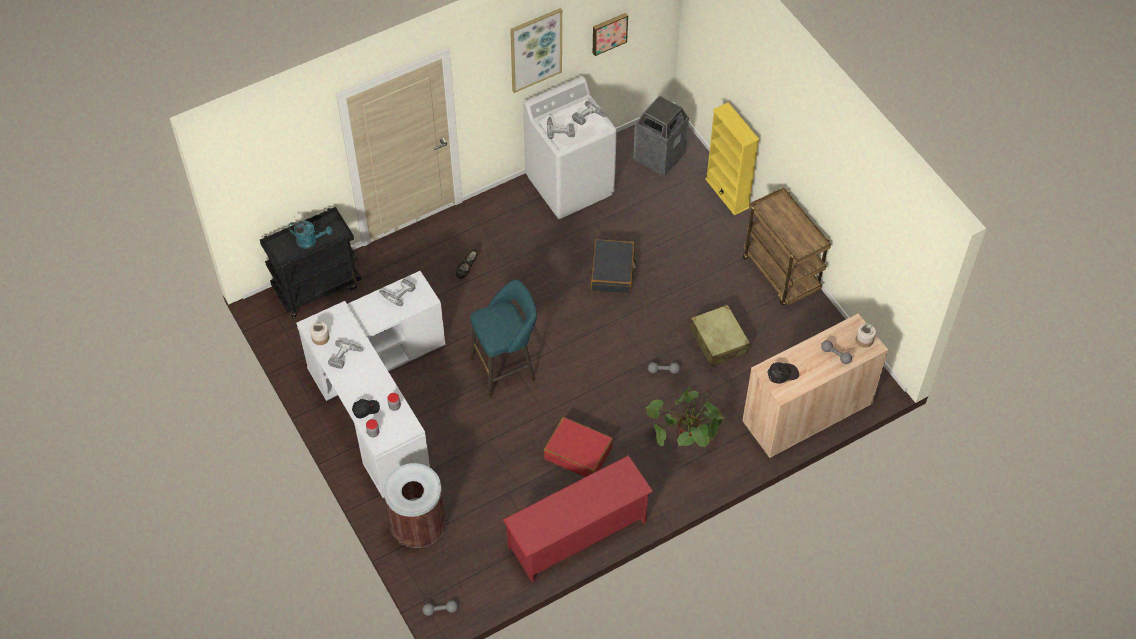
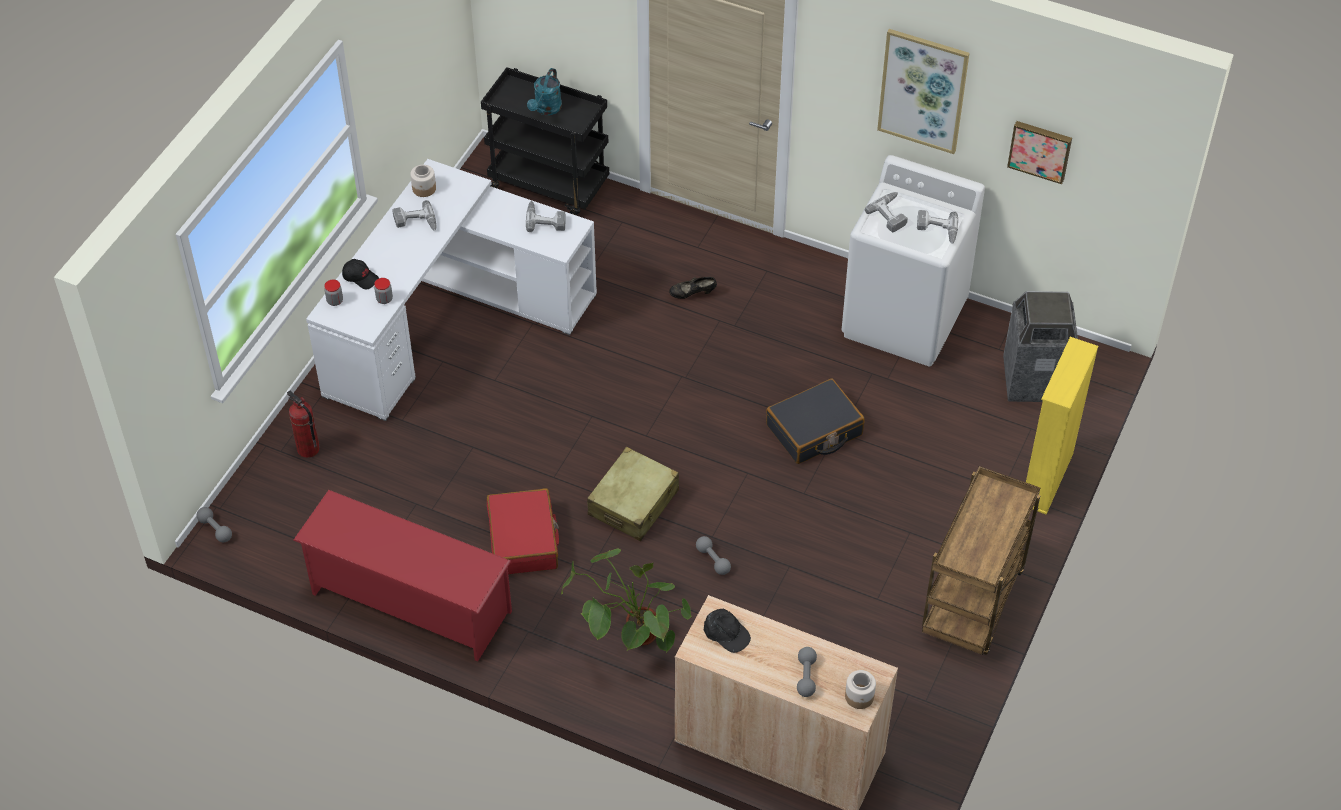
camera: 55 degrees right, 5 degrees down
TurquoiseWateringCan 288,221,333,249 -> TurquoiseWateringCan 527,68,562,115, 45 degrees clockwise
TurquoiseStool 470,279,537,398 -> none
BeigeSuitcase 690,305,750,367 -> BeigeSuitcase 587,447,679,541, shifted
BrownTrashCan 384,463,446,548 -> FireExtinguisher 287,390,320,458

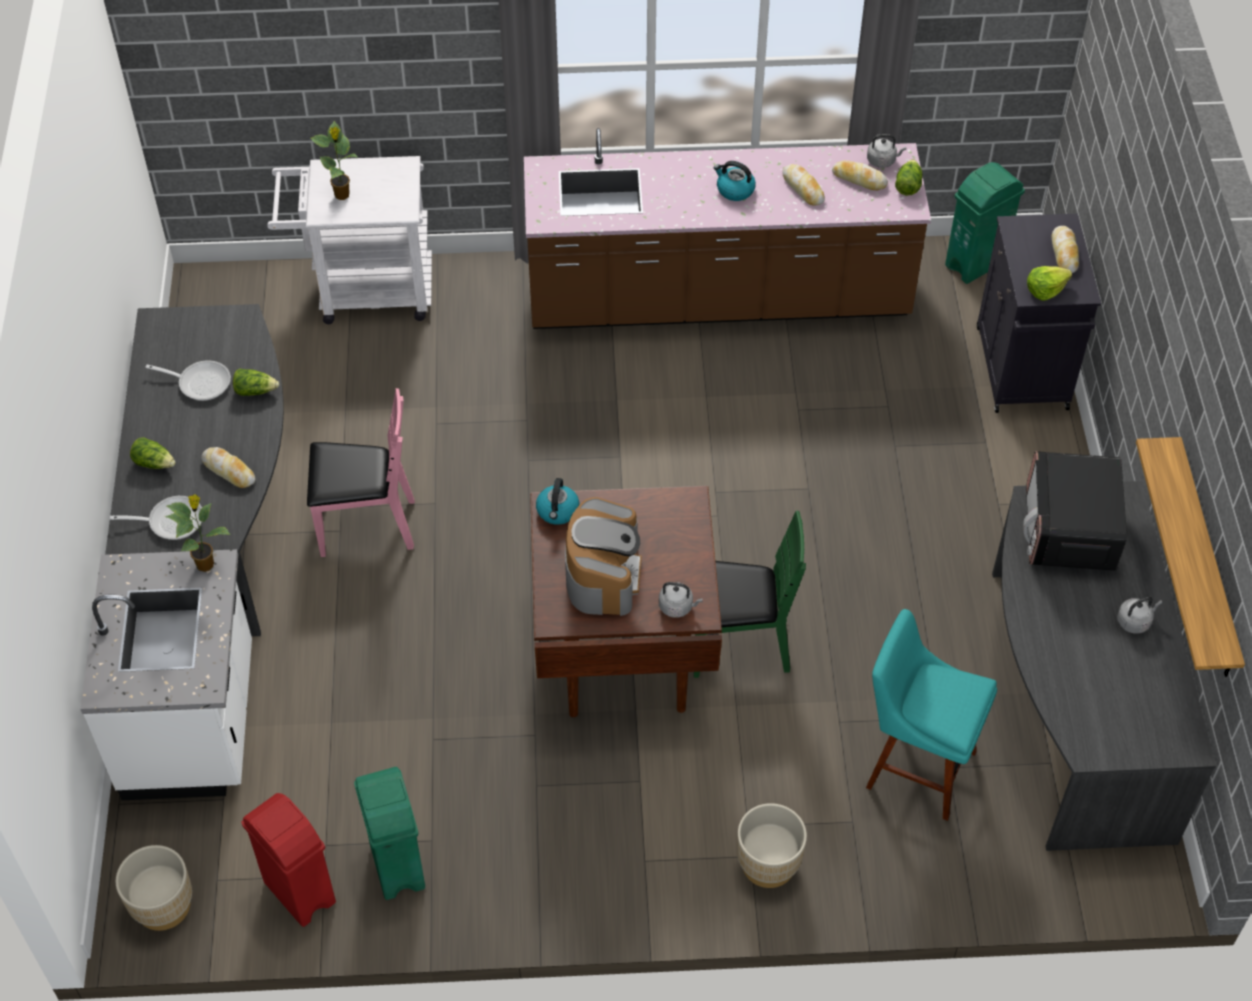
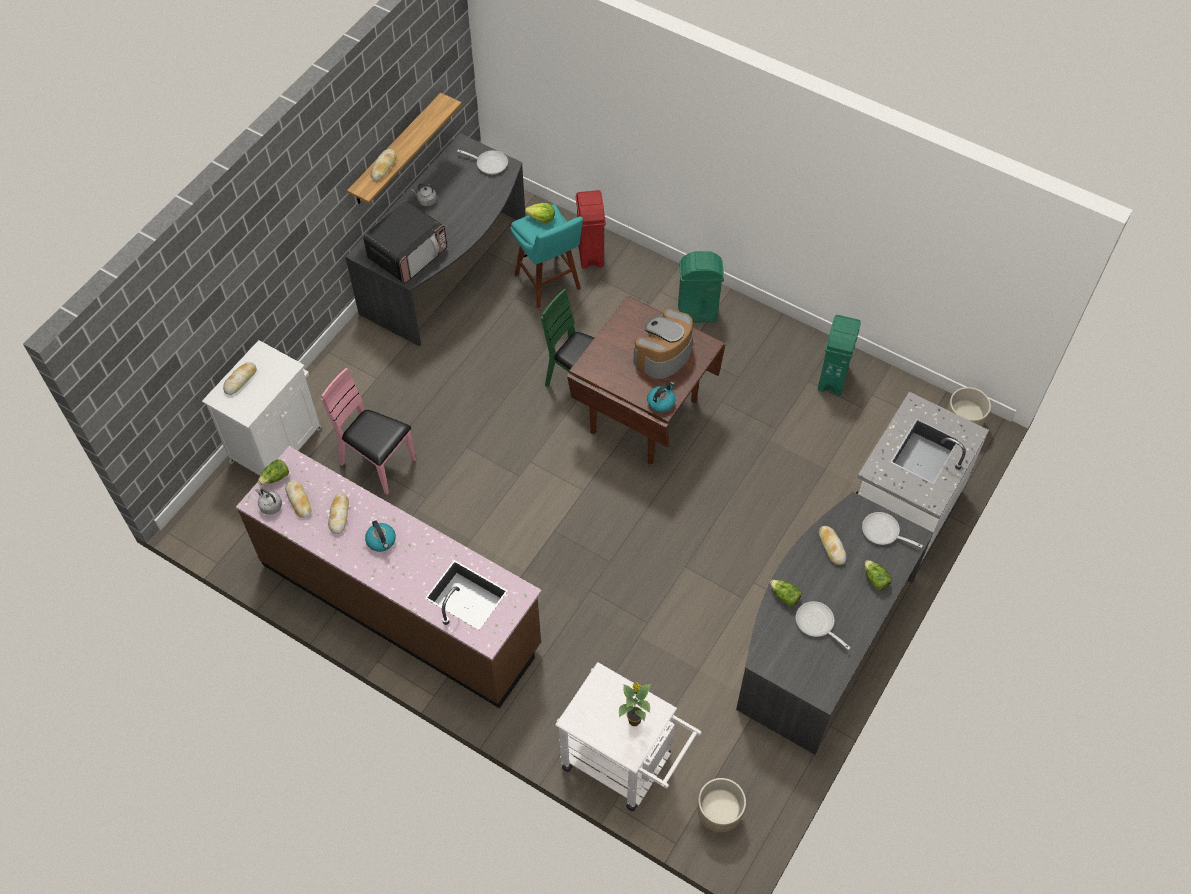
camera: 145 degrees left, 5 degrees up
GreenTrashCan 945,162,1025,284 -> GreenTrashCan 678,251,724,323, shifted
BlackCabinet 977,214,1101,413 -> WhiteCabinet 202,340,322,476
Lettuce 1027,266,1072,301 -> Lettuce 525,203,555,223, shifted
PinkChair 307,388,415,557 -> PinkChair 321,368,416,494, shifted
PottedPlant 165,494,231,572 -> none
GreyKettle 659,582,703,618 -> none
RedTrashCan 241,793,336,927 -> RedTrashCan 576,190,606,269, shifted
BeigePlanter 737,803,807,888 -> BeigePlanter 698,778,746,833, shifted
none -> Bread 370,149,396,181
none -> FryingPan 457,150,508,175

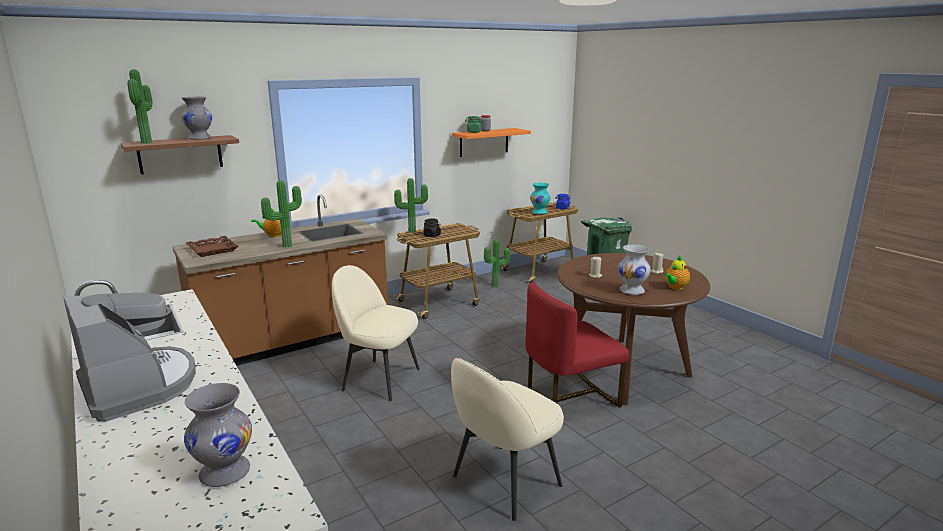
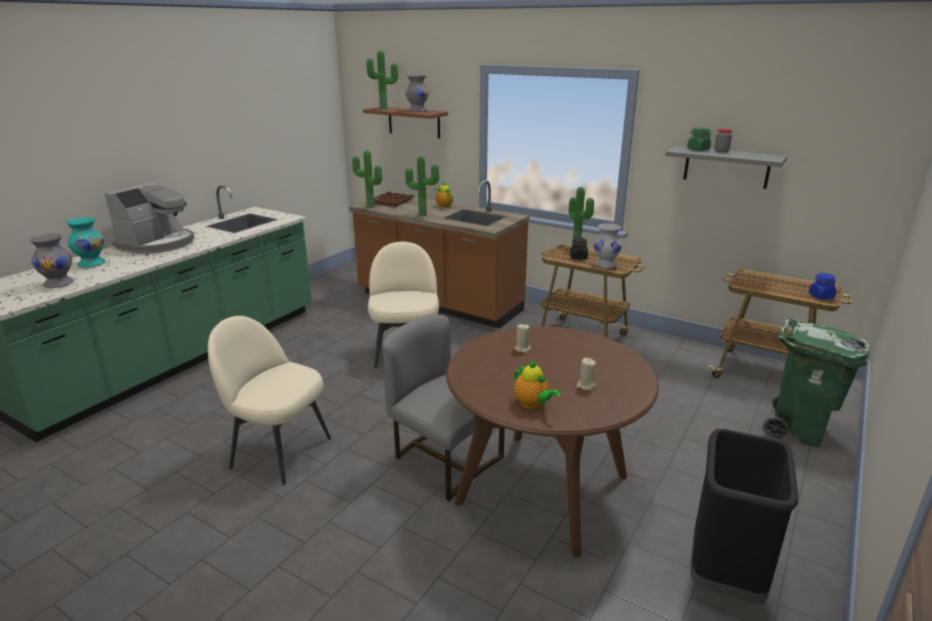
camera: 65 degrees right, 5 degrees up
OrangeShelf 452,128,531,157 -> GreyShelf 665,146,787,189
TurquoiseVase 530,183,551,214 -> TurquoiseVase 66,217,105,268, shifted
PottedPlant 484,239,510,287 -> PottedPlant 352,150,382,209, shifted
WhiteVase 618,244,651,295 -> WhiteVase 593,223,622,268, shifted
Teapot 665,255,690,290 -> Teapot 514,360,561,409, 150 degrees counterclockwise
RedChair 525,282,629,408 -> GreyChair 383,315,505,501
none -> BlackTrashCan 691,429,798,604

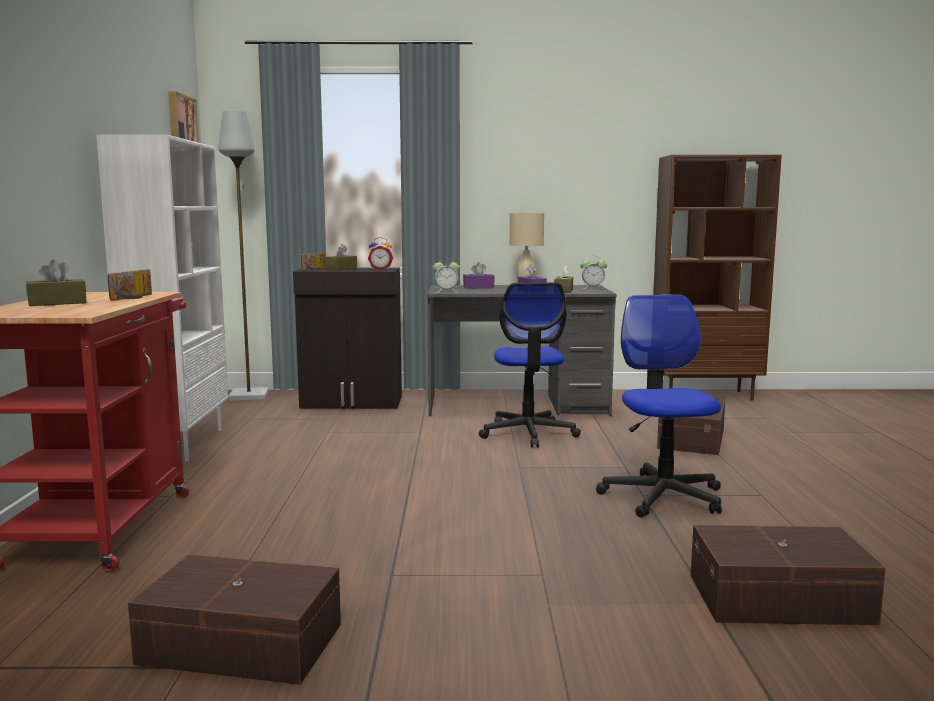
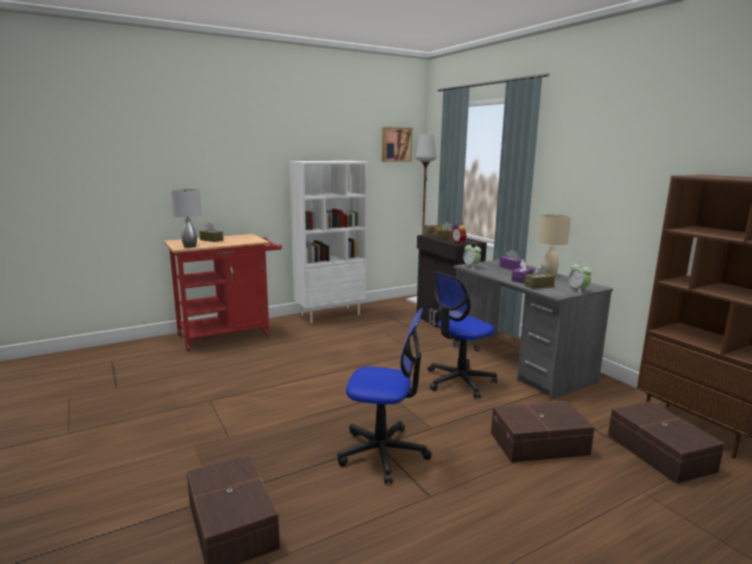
camera: 60 degrees right, 5 degrees up
Radio 107,269,152,301 -> none
OfficeChair 596,295,722,517 -> OfficeChair 337,308,432,484, 45 degrees clockwise
BrownStorageBox 128,554,341,685 -> BrownStorageBox 608,401,725,484, shifted
none -> GreyTableLamp 171,189,201,248

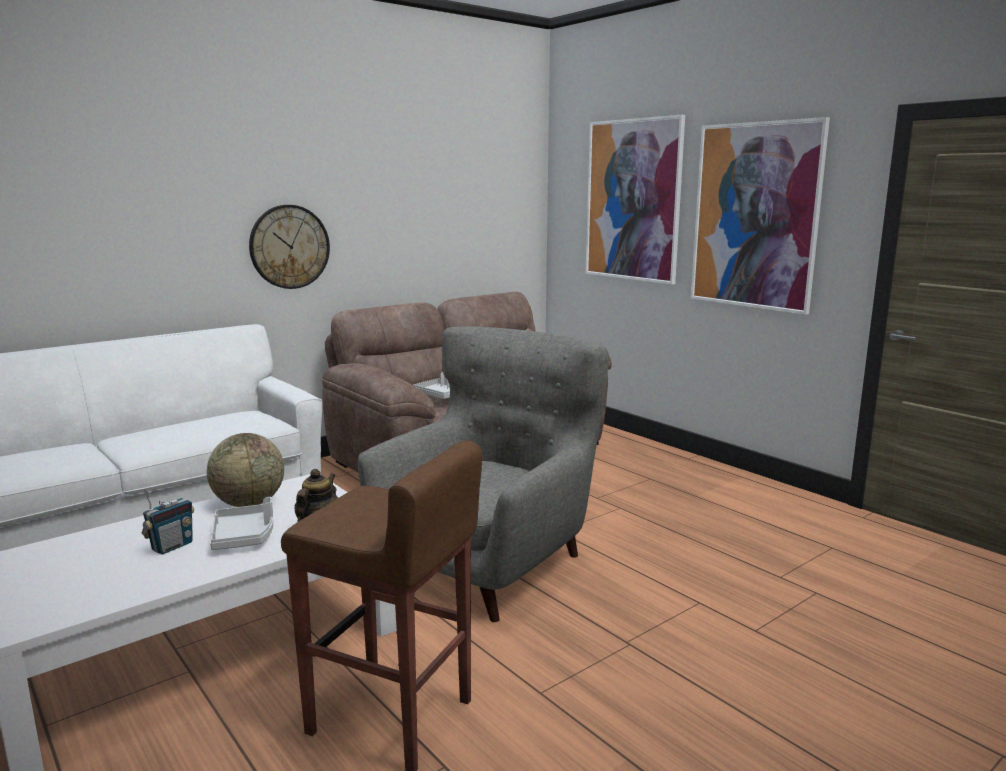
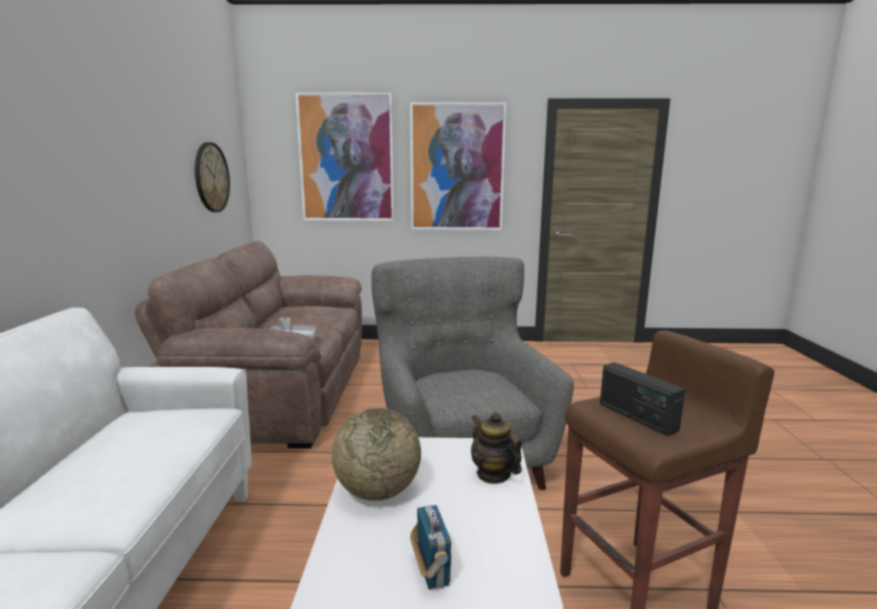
camera: 50 degrees left, 0 degrees up
WallClock 249,205,330,289 -> WallClock 195,142,230,212, shifted
GreyTray 210,497,273,550 -> none
none -> Radio 600,362,685,436

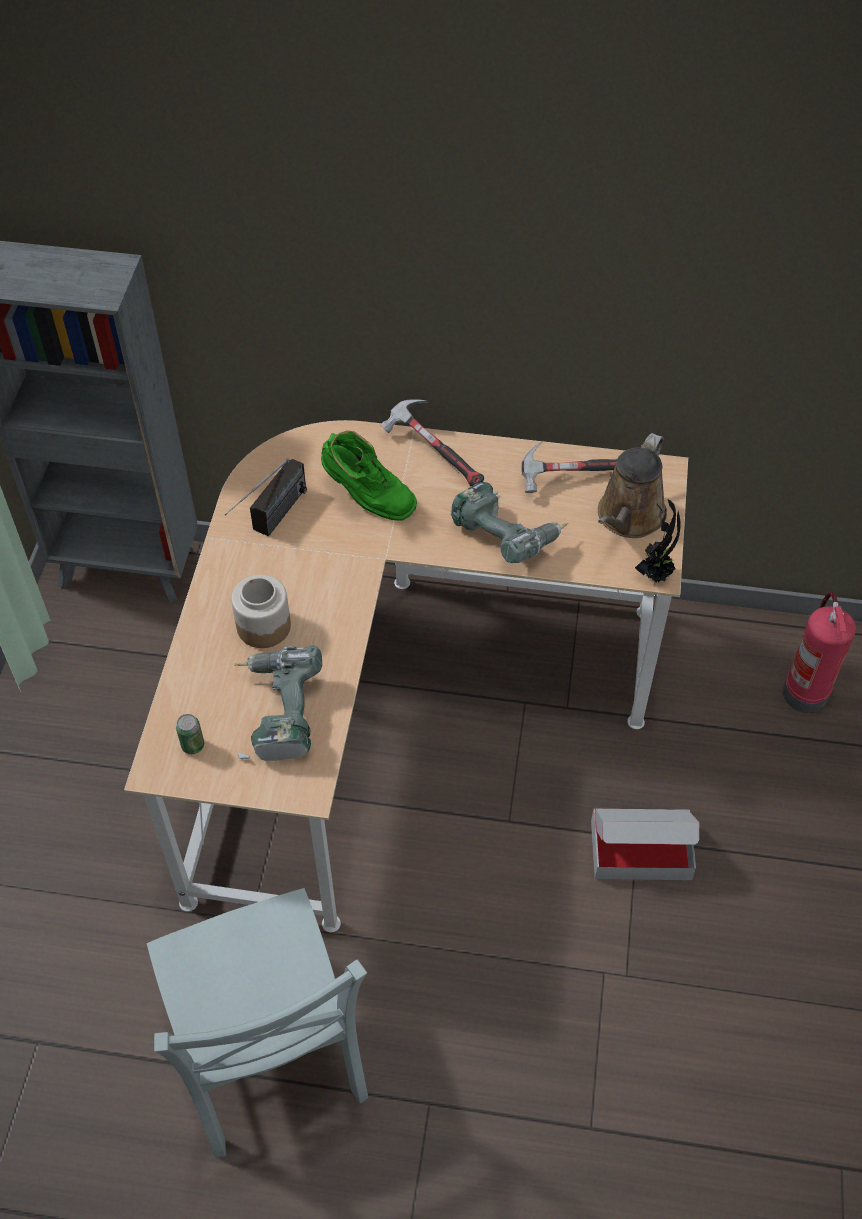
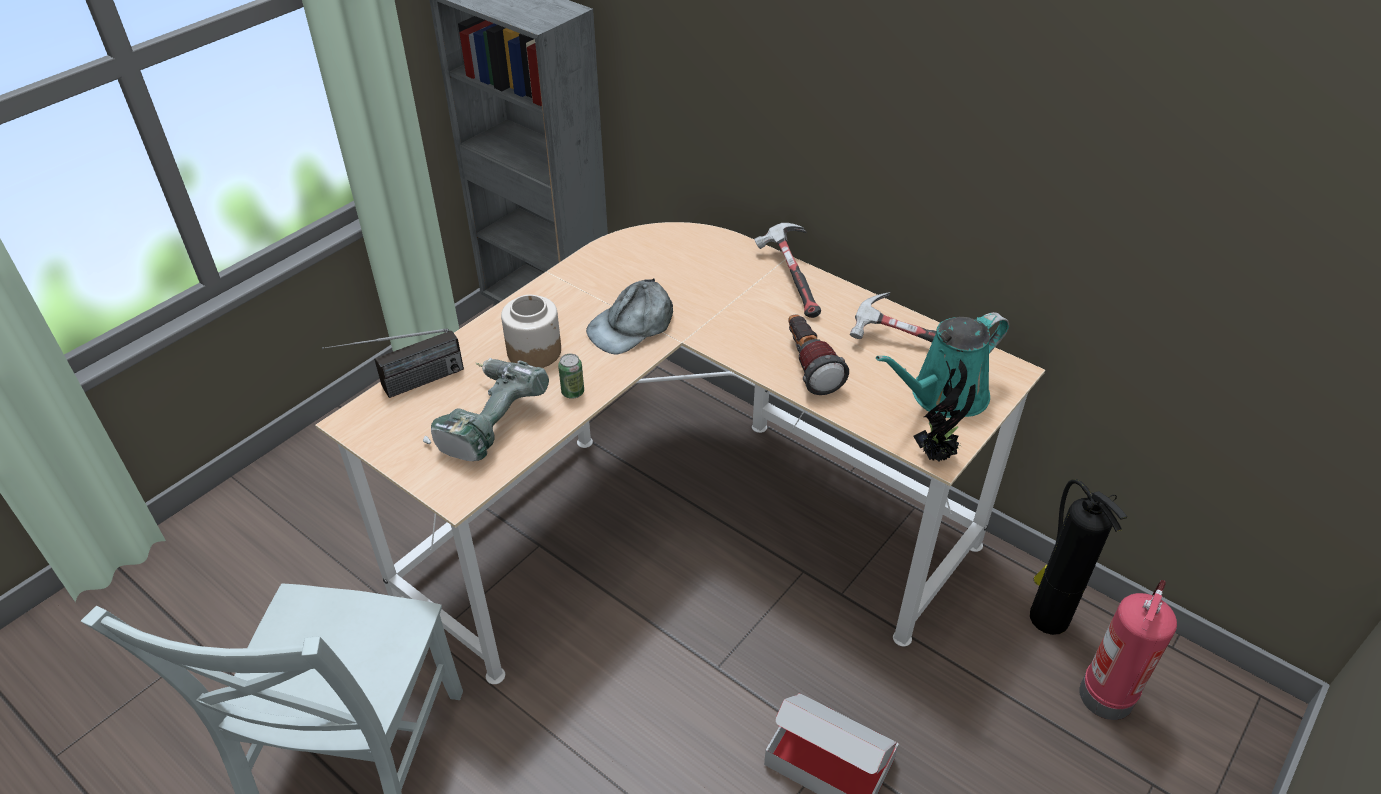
camera: 30 degrees right, 10 degrees down
GreenBoot 321,431,417,521 -> none
BrownWateringCan 598,433,667,538 -> TurquoiseWateringCan 876,312,1009,418
Radio 225,458,307,536 -> Radio 322,329,464,398, shifted
PowerDrill 451,482,568,563 -> Flashlight 788,314,849,395
Can 176,714,204,754 -> Can 558,354,584,399, shifted
none -> GreyCap 586,278,673,354
none -> FireExtinguisher 1030,479,1127,635

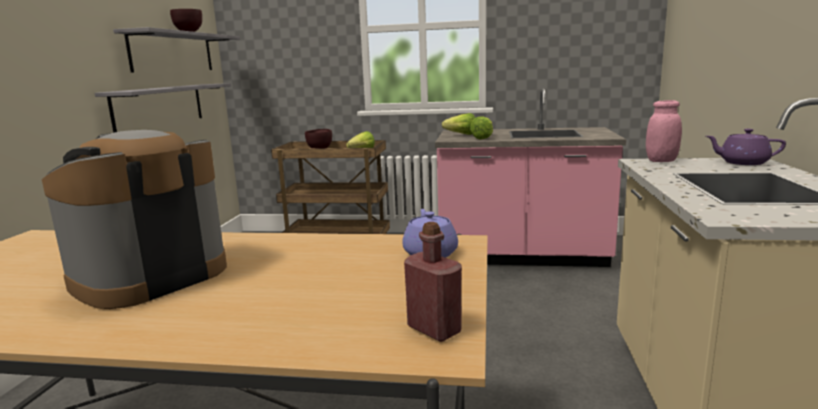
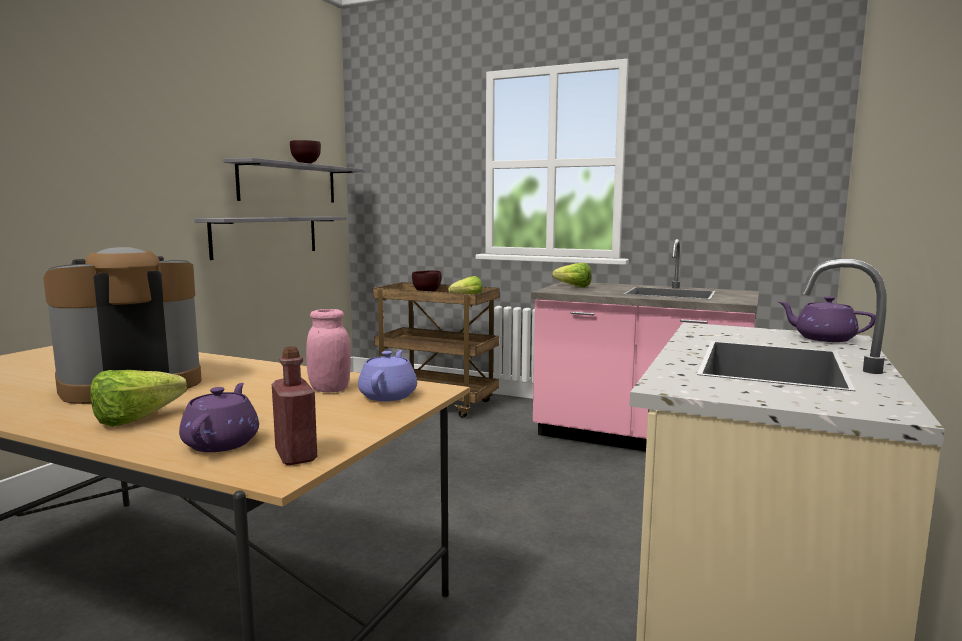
camera: 15 degrees right, 5 degrees down
PinkJar 646,100,682,162 -> PinkJar 306,309,351,393, shifted
Lettuce 470,116,493,140 -> Lettuce 90,370,187,427, shifted
none -> PurpleTeapot 179,383,259,452

